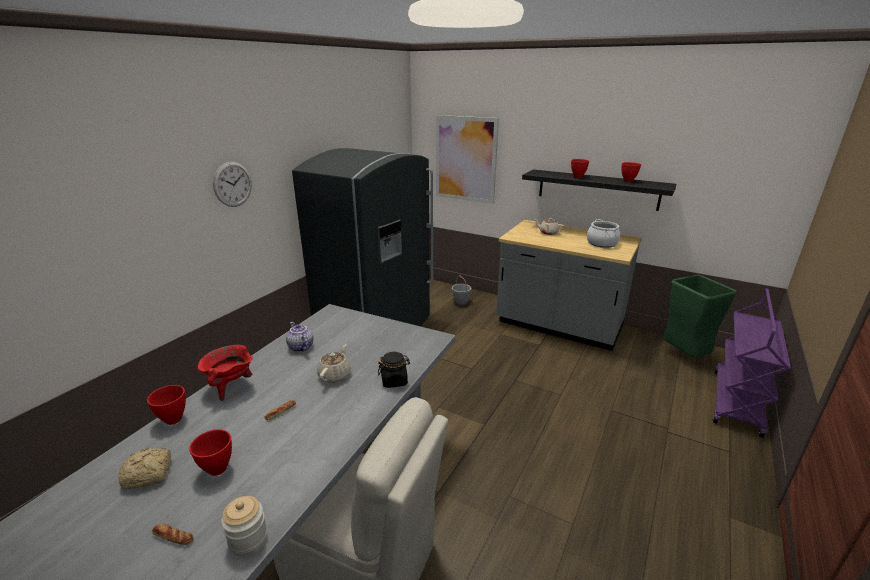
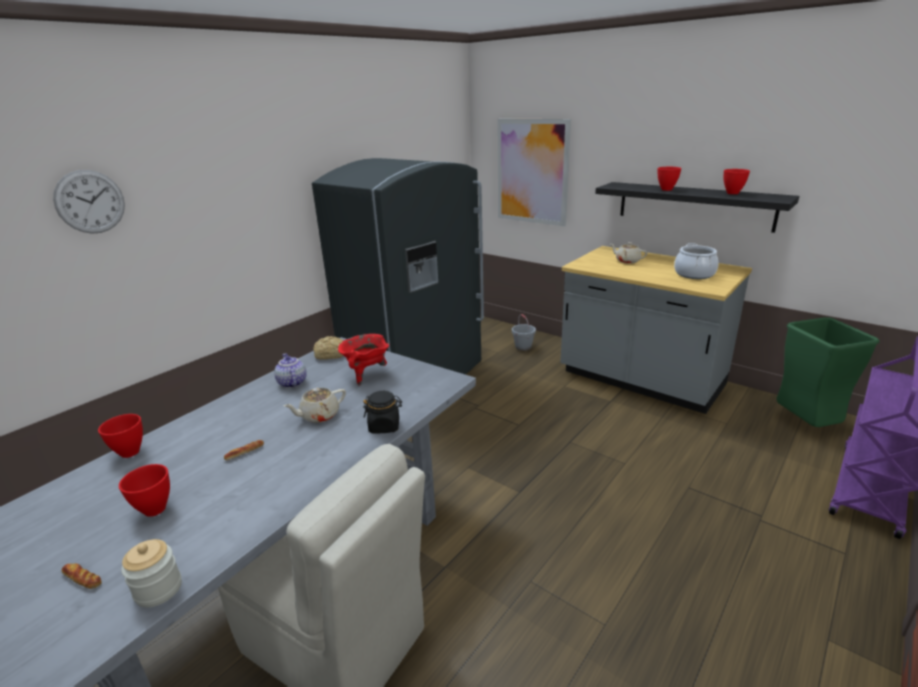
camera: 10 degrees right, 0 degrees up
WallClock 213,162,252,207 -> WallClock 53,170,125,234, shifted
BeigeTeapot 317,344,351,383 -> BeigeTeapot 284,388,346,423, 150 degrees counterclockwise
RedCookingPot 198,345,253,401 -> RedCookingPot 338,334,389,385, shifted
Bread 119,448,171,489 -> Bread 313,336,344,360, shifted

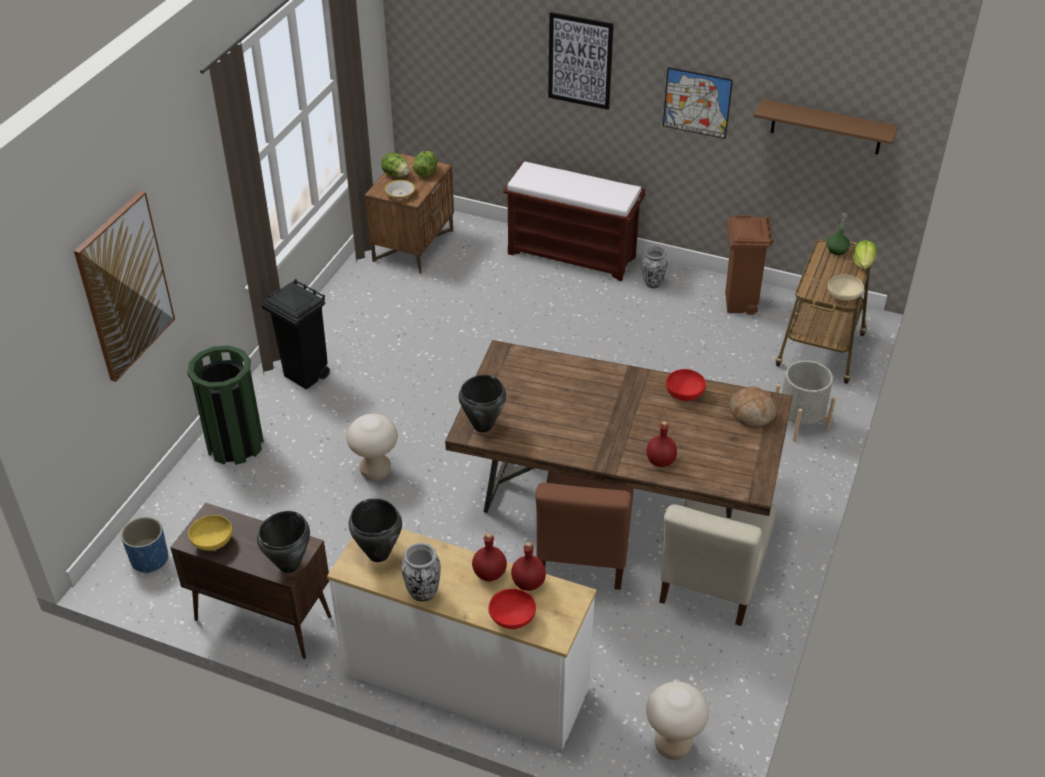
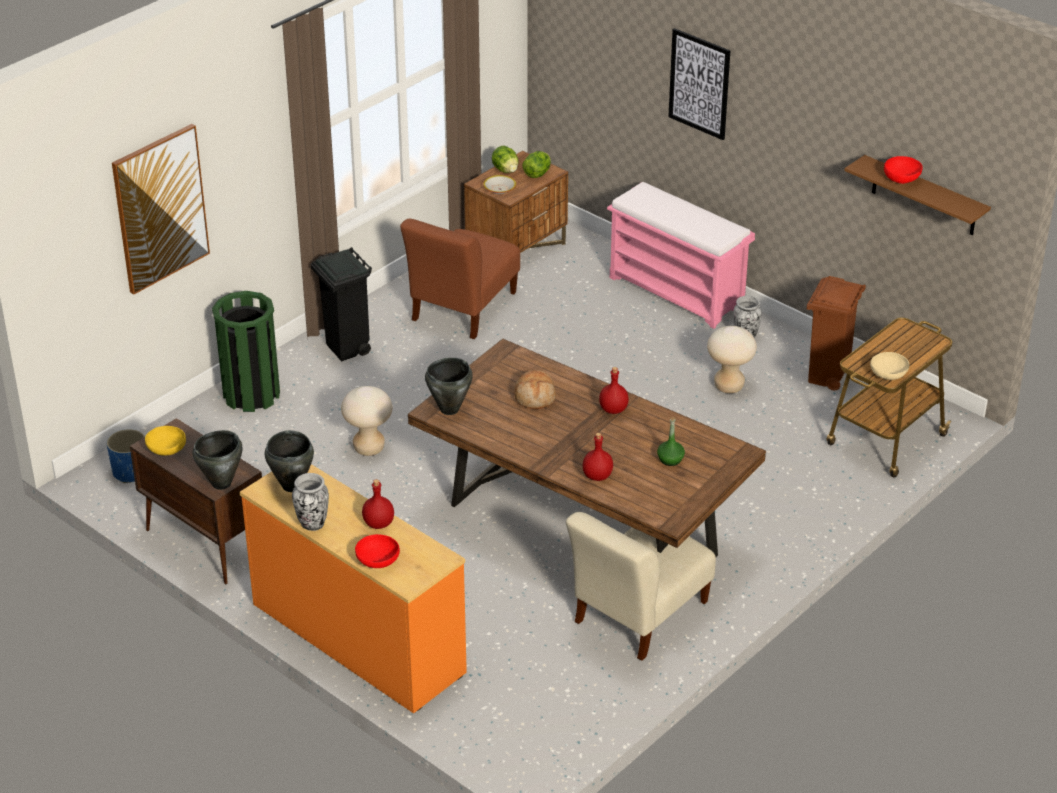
camera: 20 degrees right, 5 degrees down
Picture 663,67,733,139 -> none
BrownBench 503,162,646,281 -> PinkBench 607,182,755,329
GreenBottle 827,213,850,255 -> GreenBottle 657,417,685,466, shifted
Lettuce 853,240,876,269 -> none
GreyPlanter 775,360,836,442 -> none
RedBowl 666,369,706,401 -> RedBowl 884,156,923,184, shifted
Bread 730,386,776,427 -> Bread 514,370,556,409, shifted
BrownChair 535,471,634,590 -> BrownChair 400,219,520,339, shifted
WhiteDresser 327,529,596,750 -> OrangeDresser 240,464,467,713
RedBottle 511,542,546,591 -> RedBottle 599,367,629,414, shifted
BeigeStool 646,681,709,760 -> BeigeStool 707,326,757,393, shifted

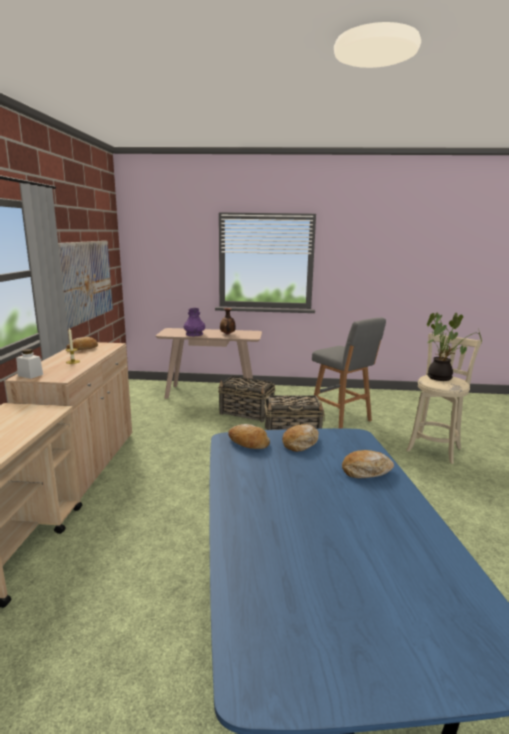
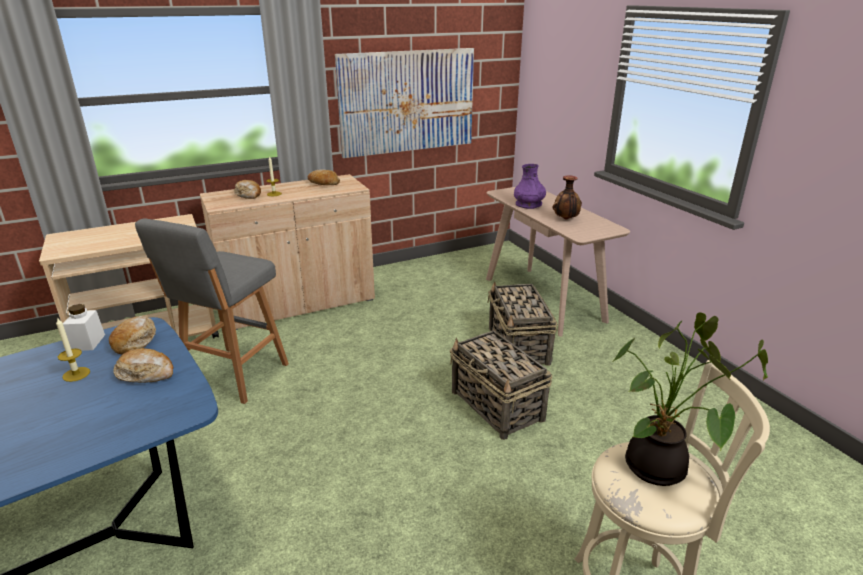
camera: 60 degrees right, 10 degrees up
GreyStool 312,318,386,428 -> GreyStool 135,219,289,404, shifted
WhiteJar 16,349,43,379 -> WhiteJar 63,304,105,351, shifted
Bread 342,450,394,478 -> Bread 234,180,261,199, shifted
none -> Candle 56,317,90,382

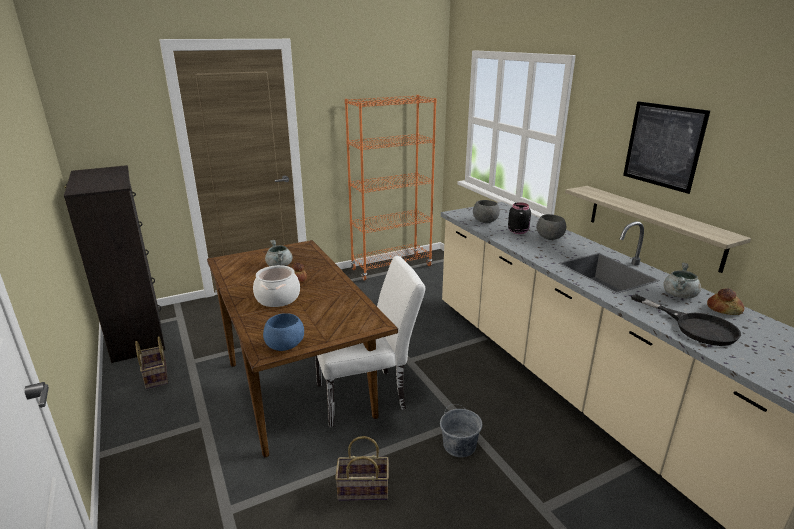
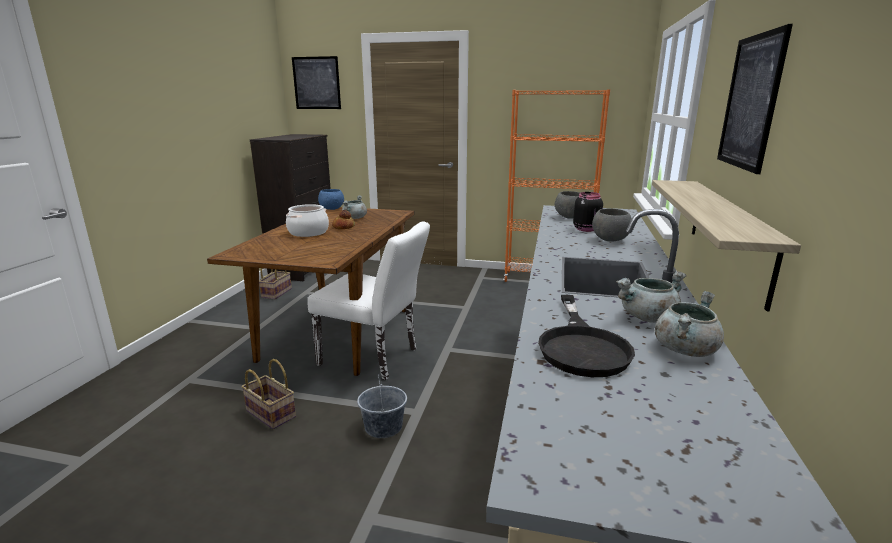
camera: 40 degrees right, 5 degrees down
Bread 707,288,744,315 -> GreyCookingPot 655,291,724,357
BlueBowl 263,313,304,351 -> BlueBowl 318,189,344,210, shifted
none -> Picture 292,56,341,109

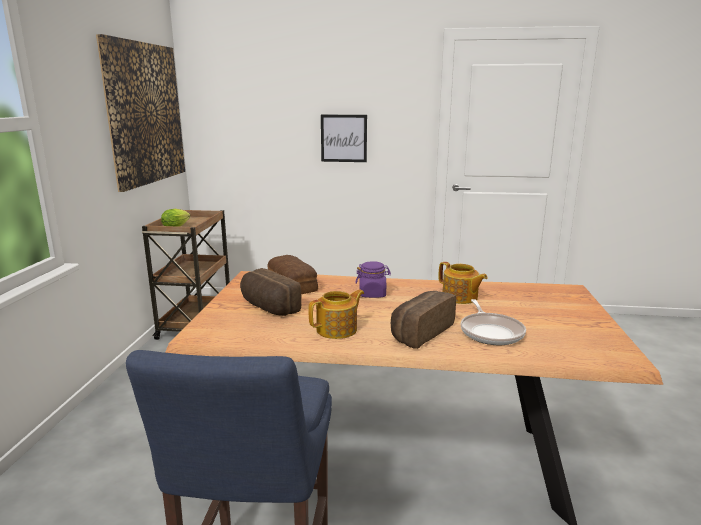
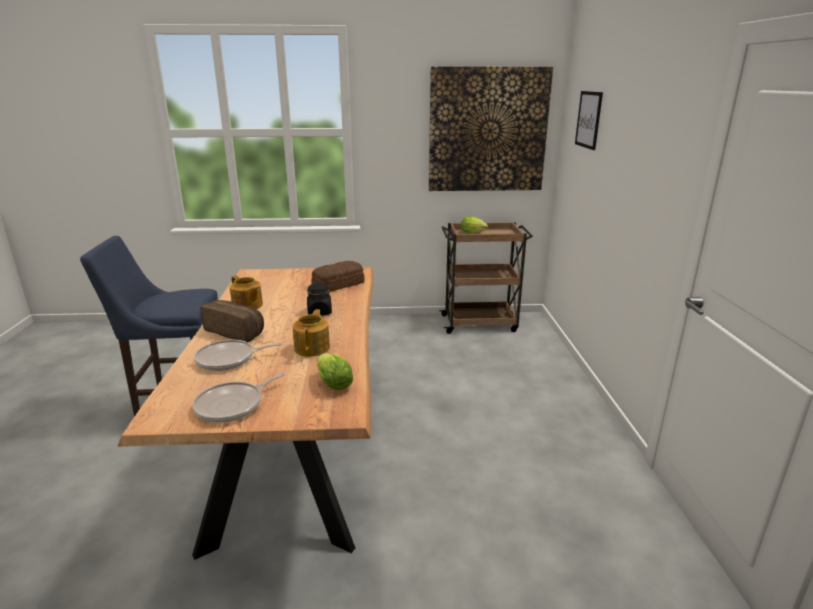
camera: 80 degrees right, 5 degrees up
Picture 321,115,367,162 -> Picture 575,91,603,150, shifted
PurpleJar 355,261,391,298 -> BlackJar 307,283,332,316
Teapot 439,262,488,304 -> Teapot 293,309,330,357, 150 degrees clockwise
Bread 240,268,302,316 -> none
none -> Lettuce 317,353,353,390
none -> FryingPan 192,373,286,423

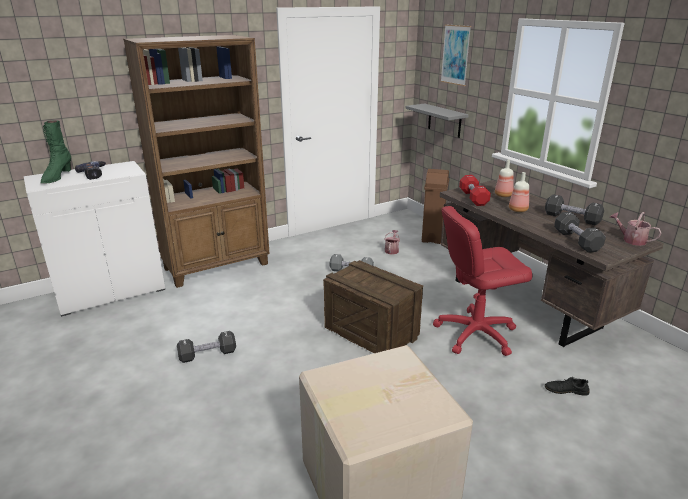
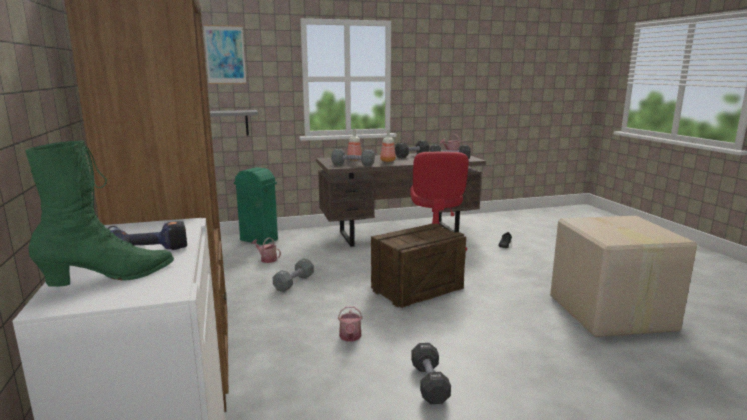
camera: 75 degrees left, 10 degrees down
GreenBoot 40,120,71,184 -> GreenBoot 25,141,174,287, 60 degrees counterclockwise
BrownTrashCan 422,169,449,244 -> GreenTrashCan 234,167,278,245
RedDumbbell 459,175,491,206 -> GreyDumbbell 331,149,375,166
none -> WateringCan 338,306,362,342

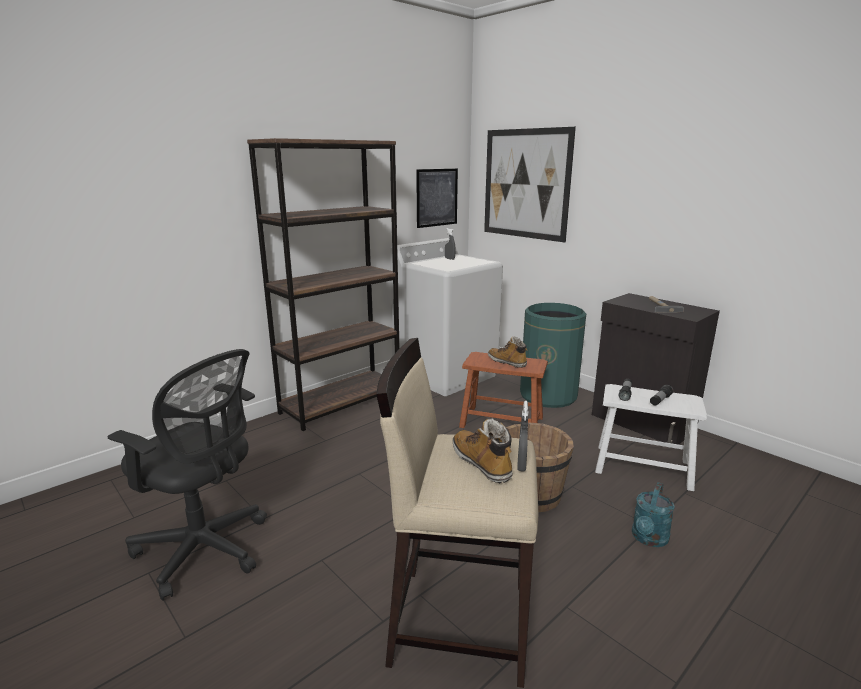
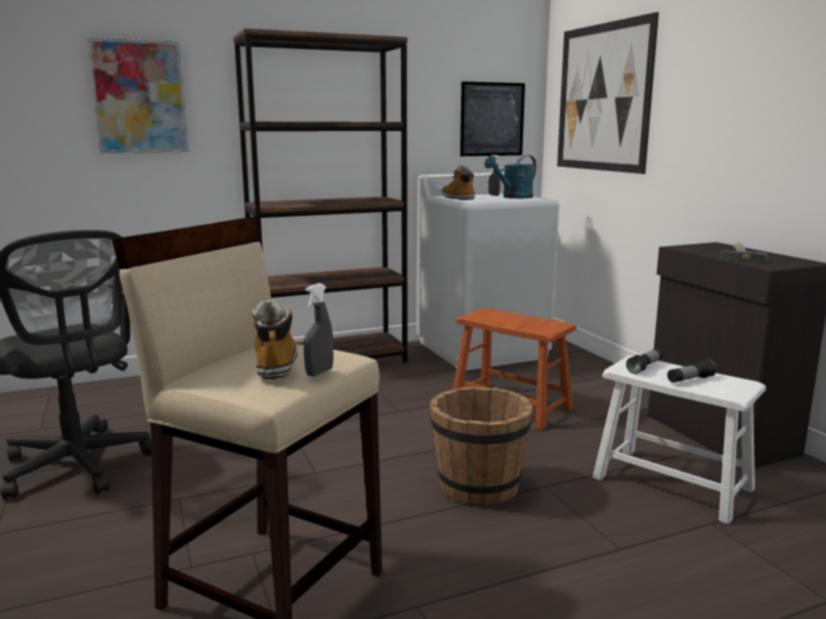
camera: 20 degrees right, 5 degrees down
GreenTrashCan 520,303,586,408 -> none
Boot 488,336,527,368 -> Boot 442,165,475,200, shifted
TurquoiseWateringCan 632,482,675,547 -> TurquoiseWateringCan 484,155,536,199, shifted
none -> Picture 87,37,188,153

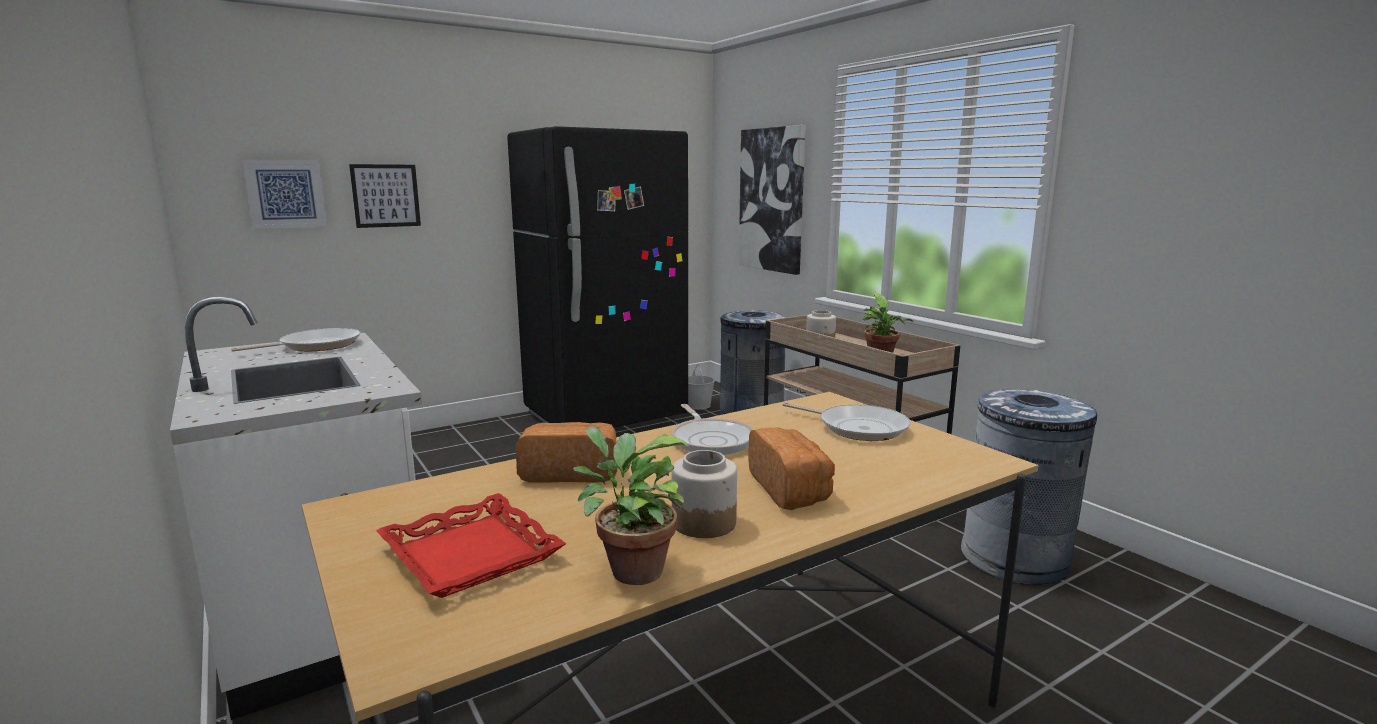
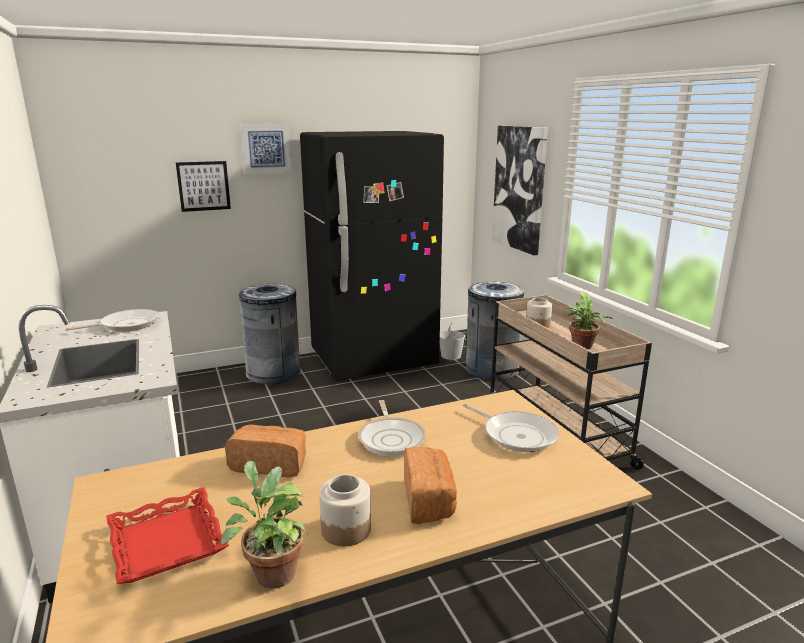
camera: 10 degrees right, 5 degrees up
Picture 242,159,327,229 -> Picture 240,124,292,174, shifted
GreyTrashCan 961,389,1097,585 -> GreyTrashCan 238,284,300,384, shifted

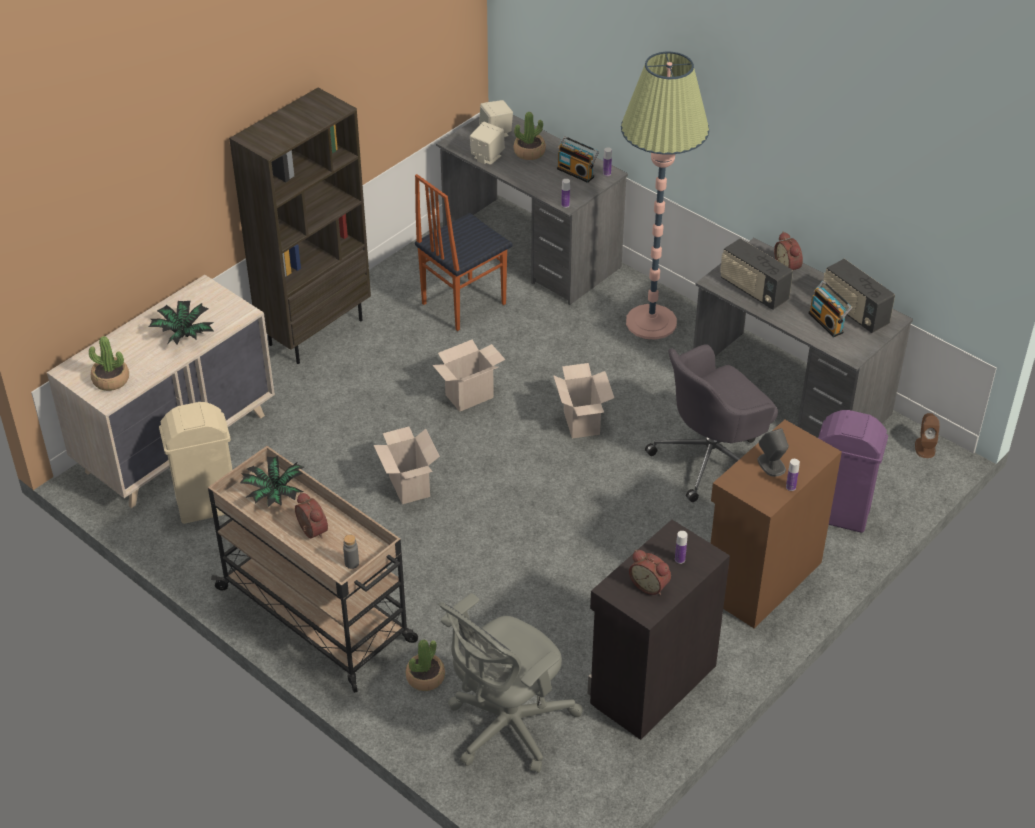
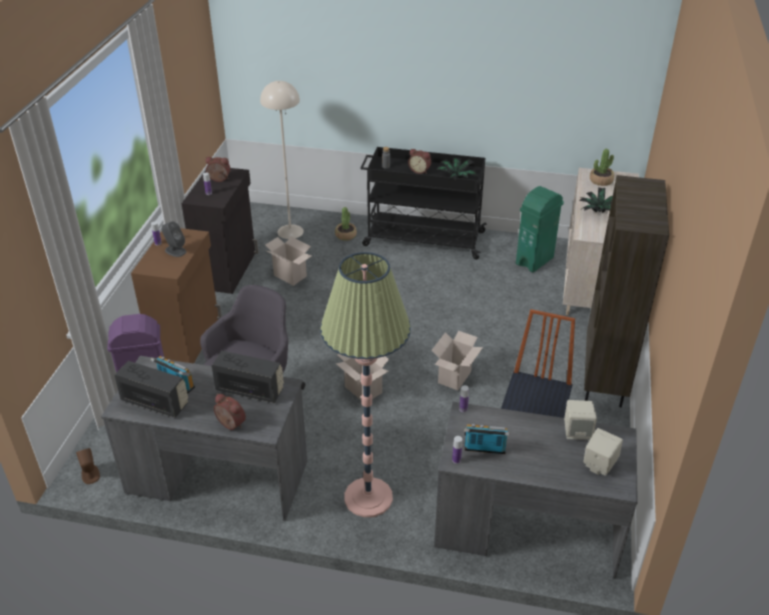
camera: 150 degrees right, 5 degrees down
PottedPlant 514,112,546,160 -> none
BeigeTrashCan 159,402,232,524 -> GreenTrashCan 516,186,564,272
CardboardBox 373,427,440,504 -> CardboardBox 265,237,312,286, shifted
BeigeCart 208,446,418,693 -> BlackCart 361,147,487,260
GreyOfficeChair 438,593,583,773 -> BeigeFloorLamp 260,81,304,239

